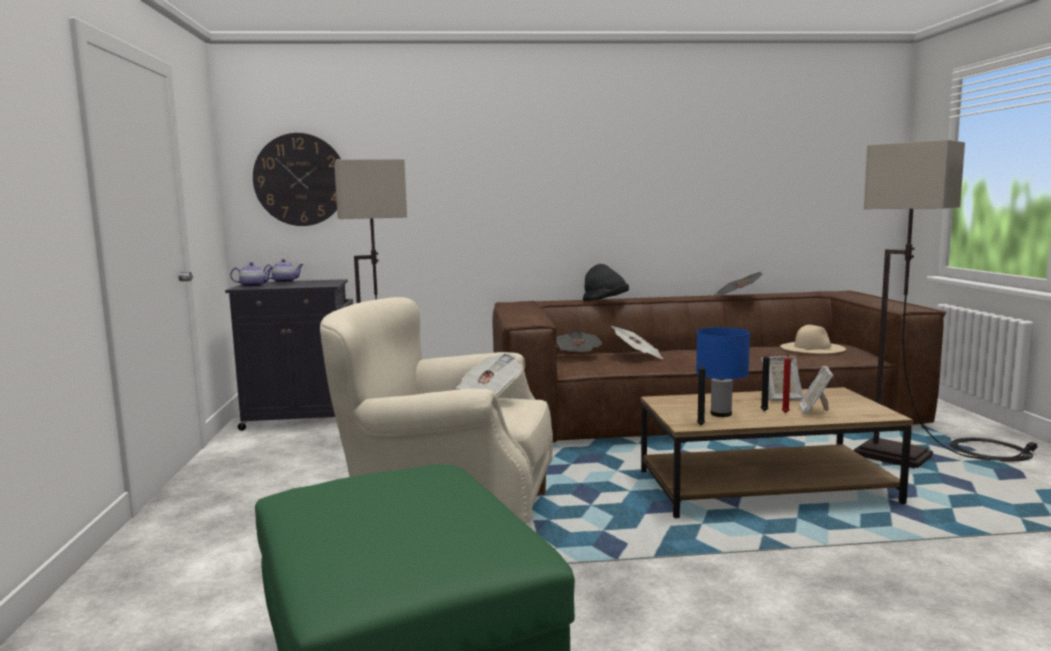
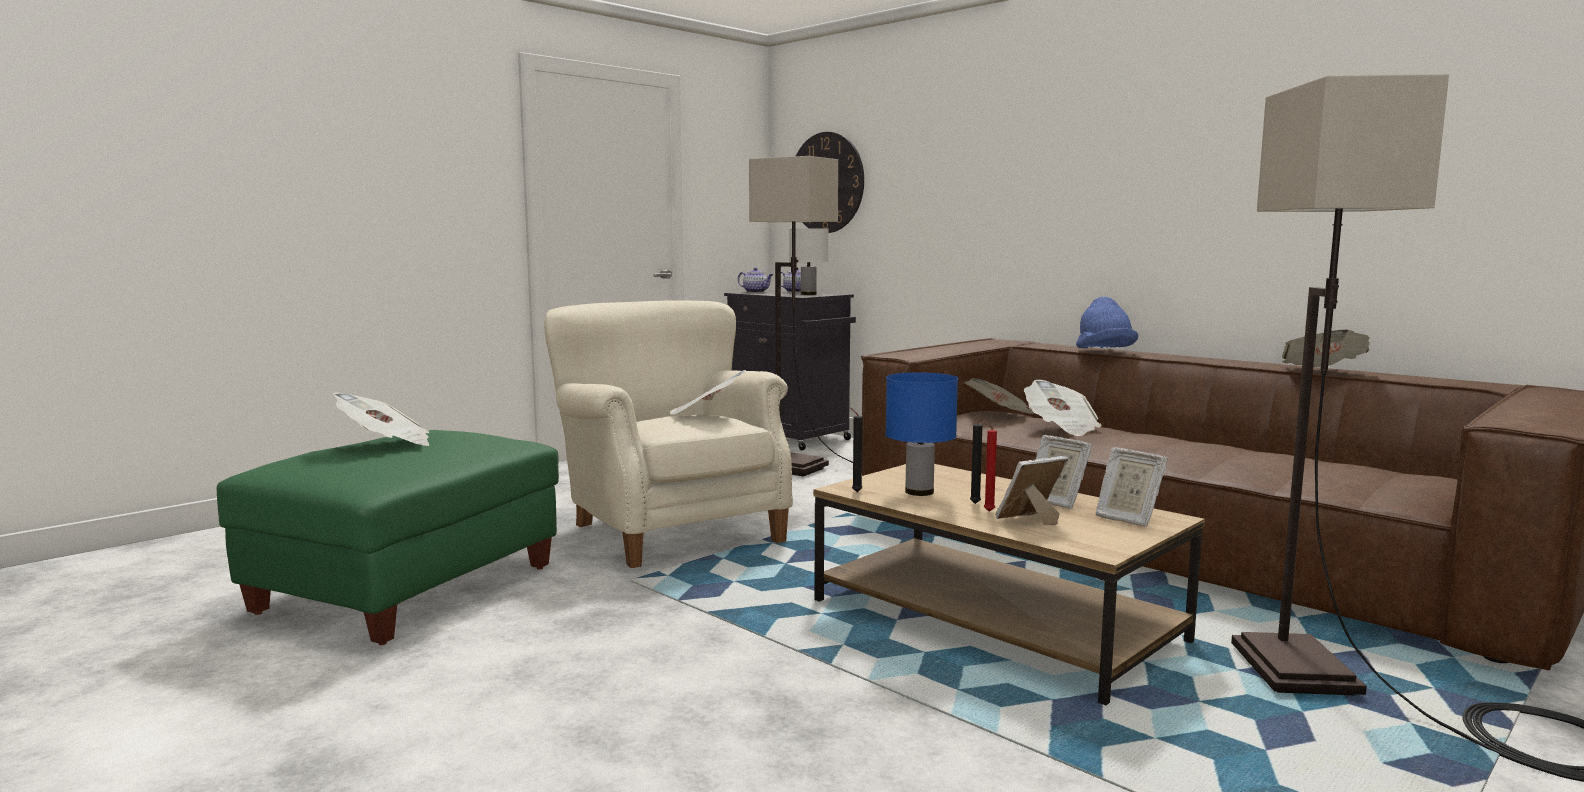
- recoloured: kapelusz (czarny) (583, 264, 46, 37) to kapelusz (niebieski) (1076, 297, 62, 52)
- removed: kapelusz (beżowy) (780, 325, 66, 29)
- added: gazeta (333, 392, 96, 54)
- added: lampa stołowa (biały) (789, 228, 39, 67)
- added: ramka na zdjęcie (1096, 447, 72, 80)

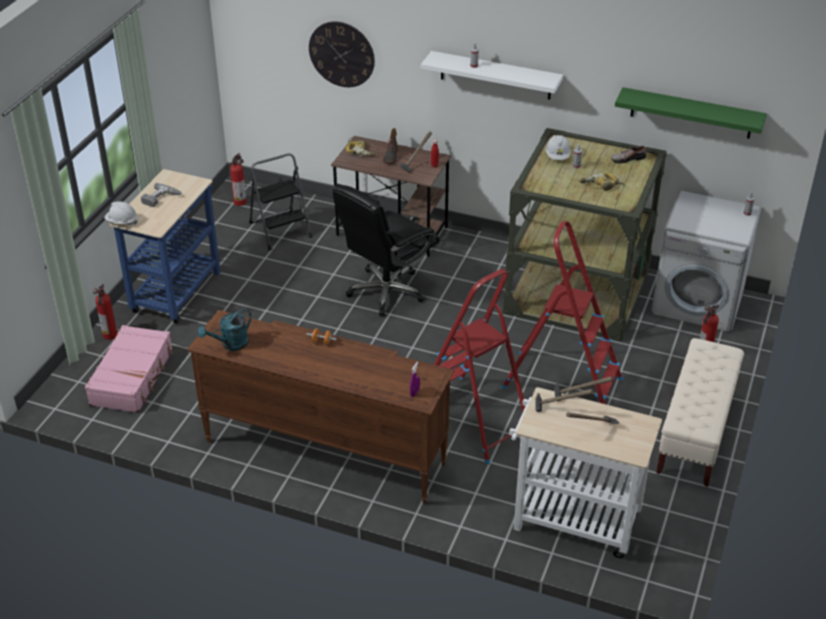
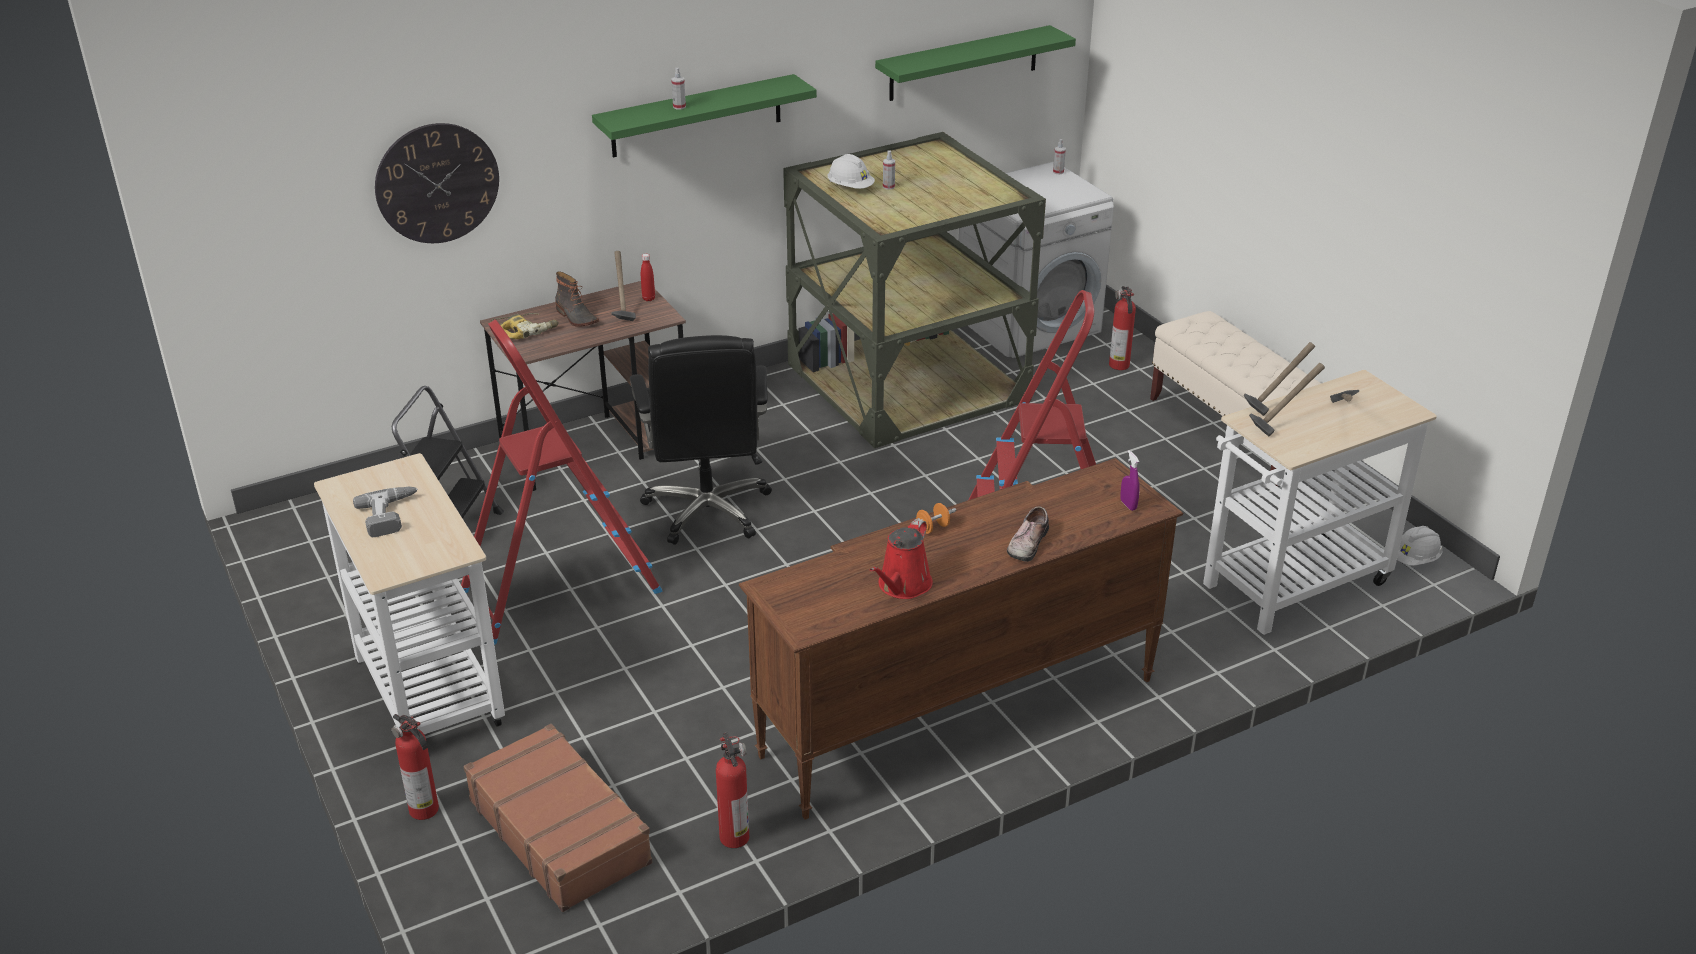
- recoloured: walizka (różowy) (85, 325, 88, 88) to walizka (brązowy) (464, 724, 188, 188)
- moved: kask (biały) (104, 201, 34, 24) to (1397, 526, 45, 40)
- recoloured: wózek (niebieski) (109, 169, 112, 155) to wózek (biały) (314, 453, 191, 281)
- removed: konewka (turkusowy) (198, 308, 53, 43)
- moved: gaśnica (230, 153, 16, 53) to (716, 732, 33, 116)
- recoloured: półka (biały) (421, 51, 142, 49) to półka (zielony) (592, 74, 225, 84)
- moved: drabinka (czerwony) (501, 221, 122, 183) to (461, 319, 202, 326)
- removed: wiertarka (579, 173, 45, 18)
- moved: but (611, 146, 35, 18) to (1007, 506, 42, 56)
- added: konewka (czerwony) (870, 519, 63, 80)

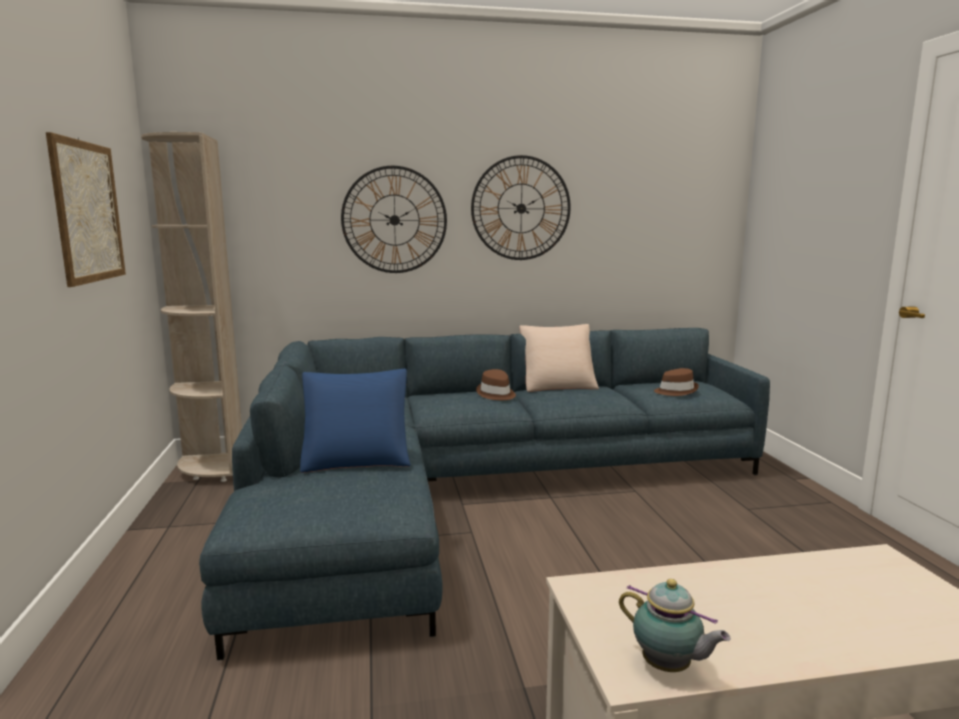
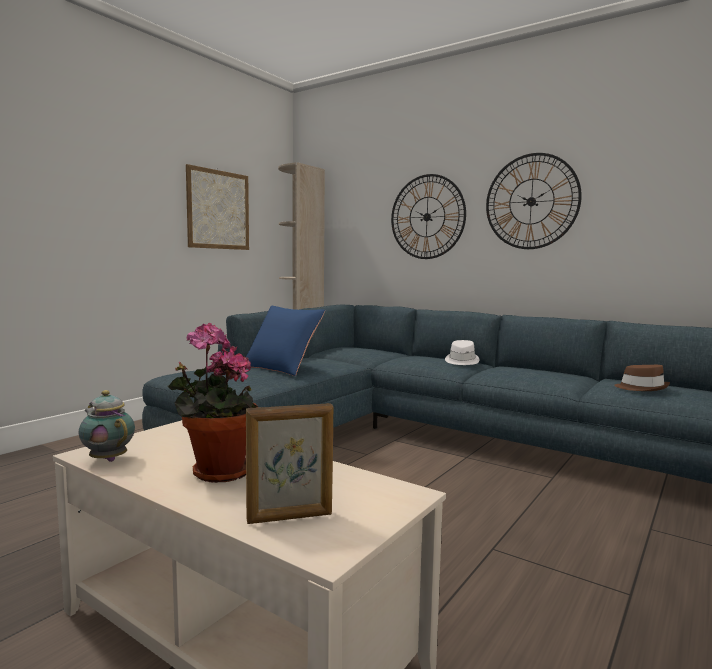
- recoloured: kapelusz (brązowy) (476, 369, 40, 31) to kapelusz (biały) (445, 340, 35, 25)
- removed: poduszka (beżowy) (519, 324, 80, 68)
- turned: imbryk (619, 579, 112, 93) = (79, 390, 56, 72) 135 degrees clockwise
- added: roślina doniczkowa (168, 323, 90, 160)
- added: ramka na zdjęcie (246, 403, 87, 121)

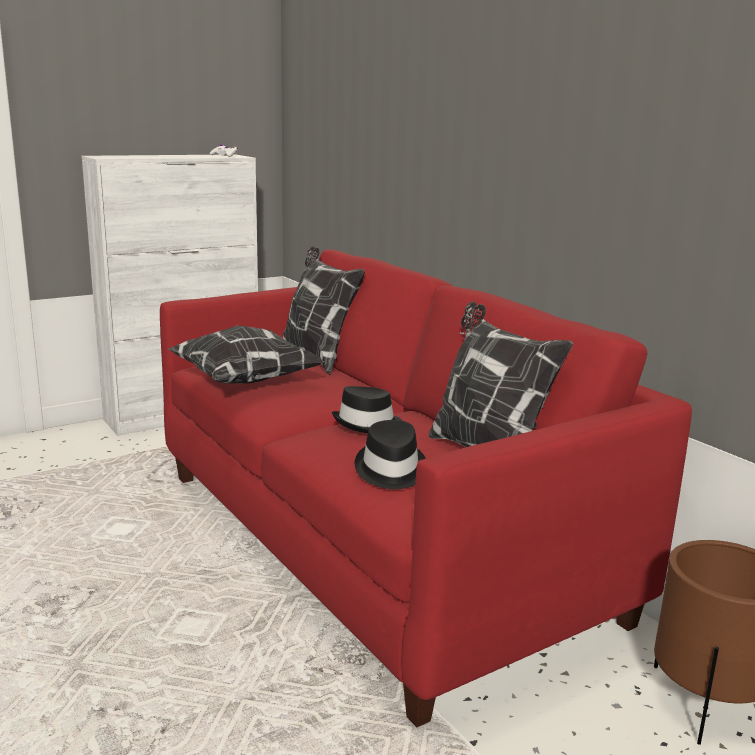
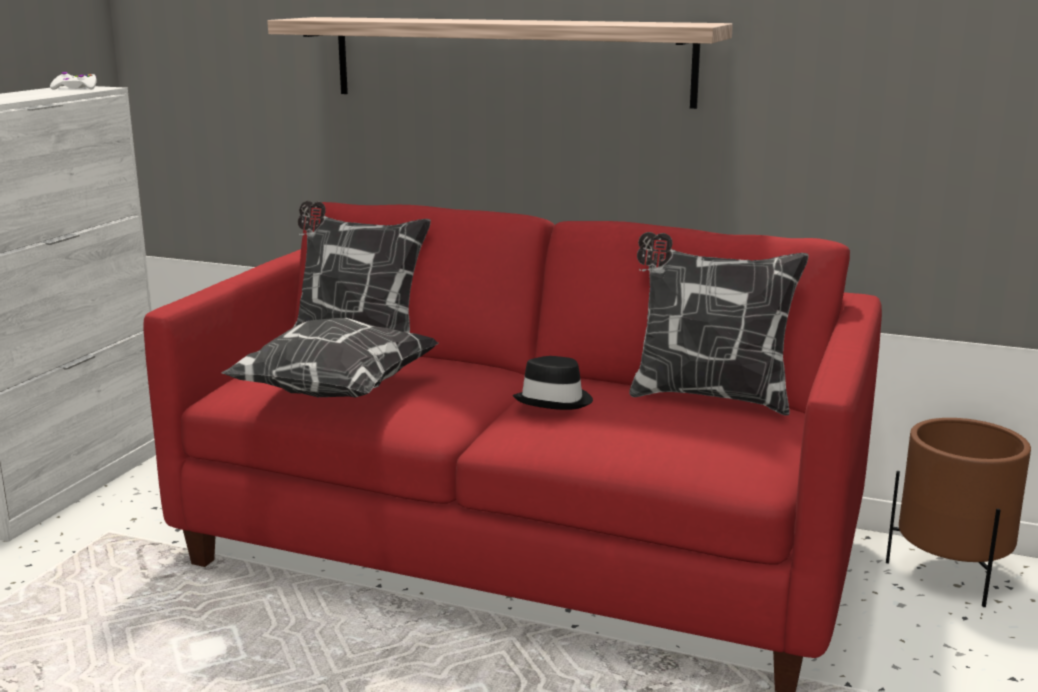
- removed: kapelusz (czarny) (355, 420, 71, 69)
- added: półka (267, 17, 466, 92)

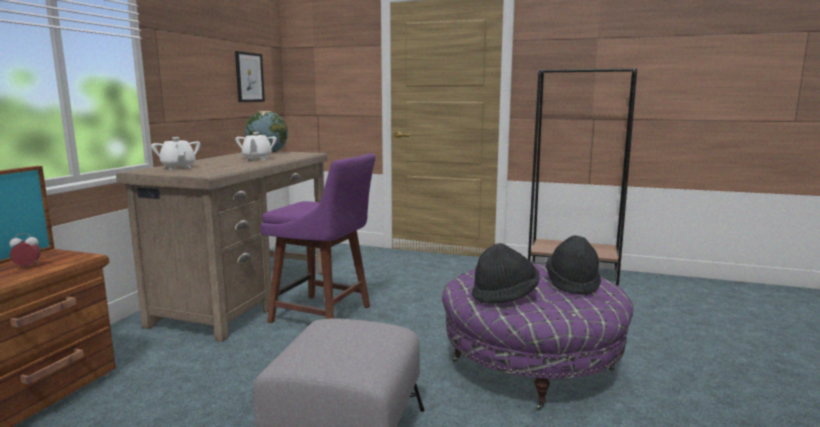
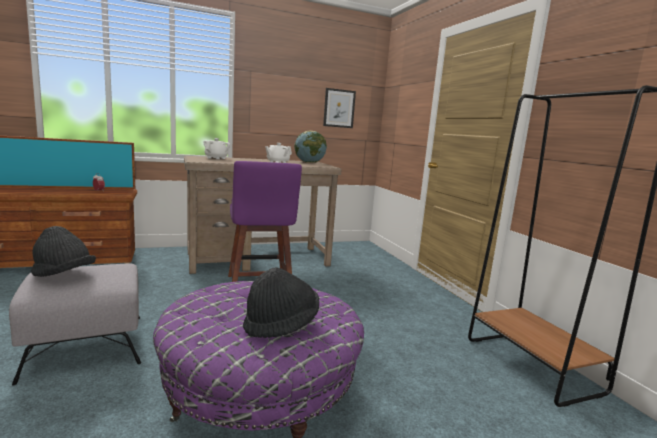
- moved: kapelusz (czarny) (472, 243, 67, 60) to (31, 226, 65, 51)

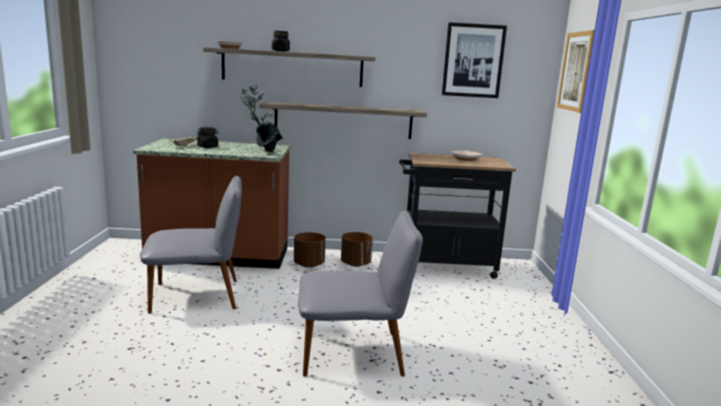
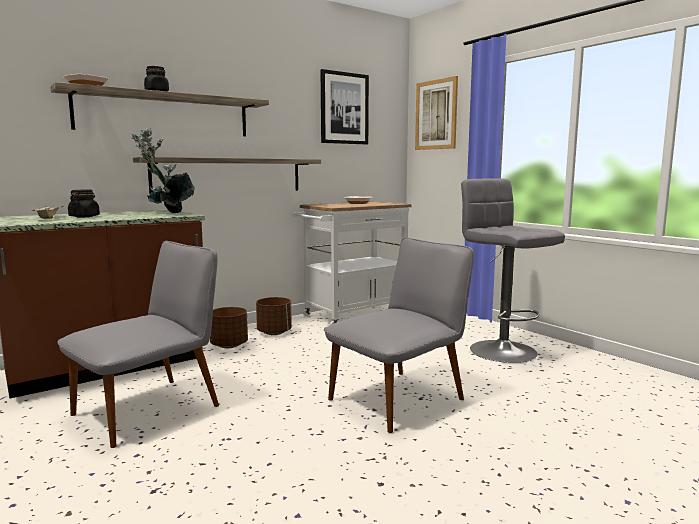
- recoloured: wózek (czarny) (399, 153, 117, 126) to wózek (biały) (293, 201, 119, 124)
- added: stołek (szary) (461, 179, 104, 184)

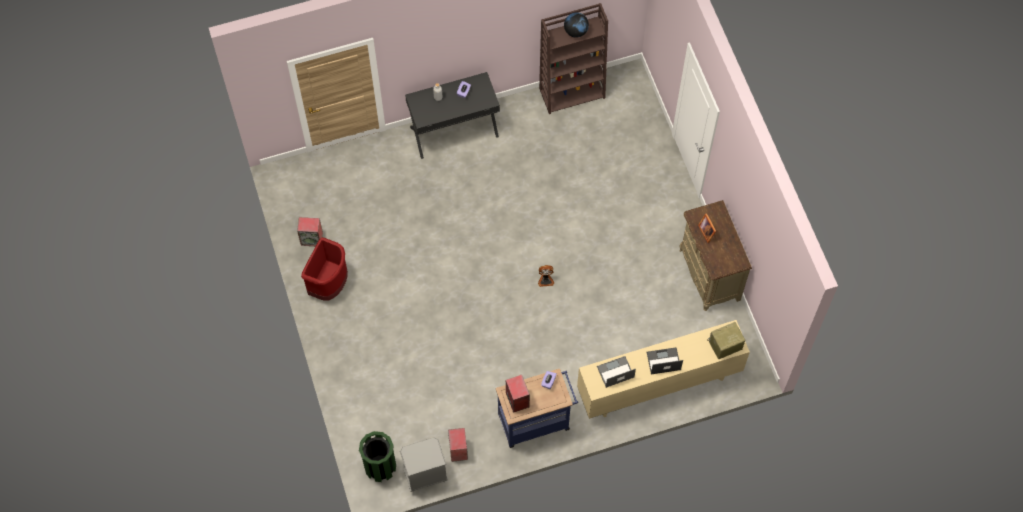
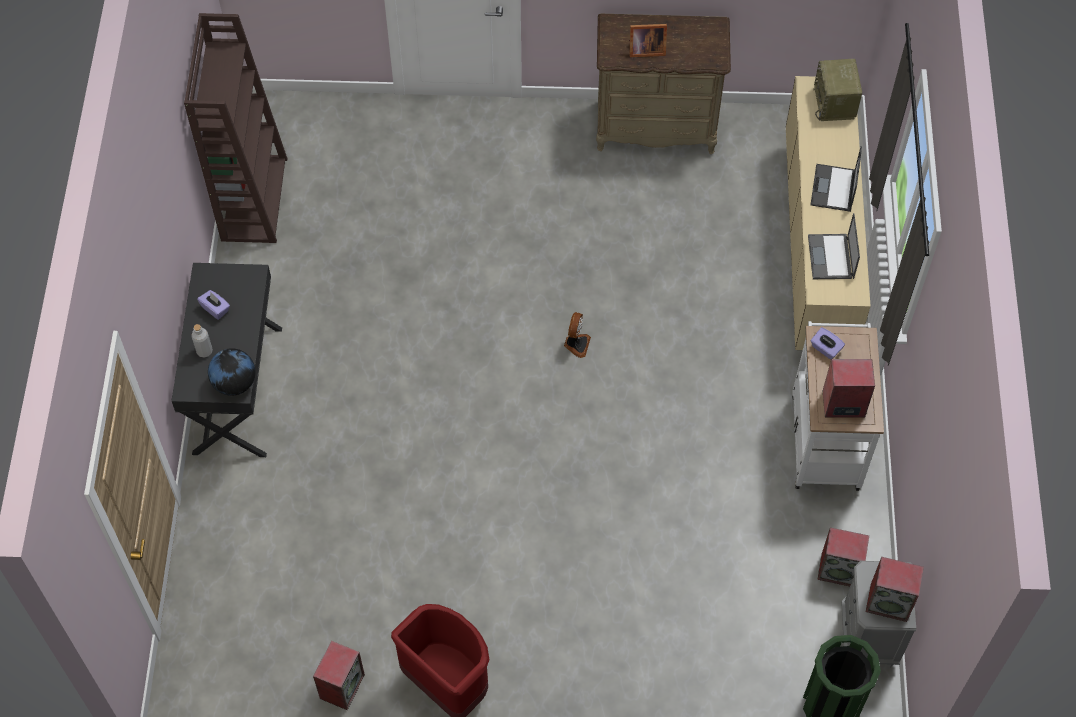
- recoloured: wózek (niebieski) (495, 369, 83, 79) to wózek (biały) (792, 321, 92, 170)
- moved: globus (564, 12, 25, 25) to (208, 348, 48, 48)
- added: głośnik (866, 557, 58, 65)

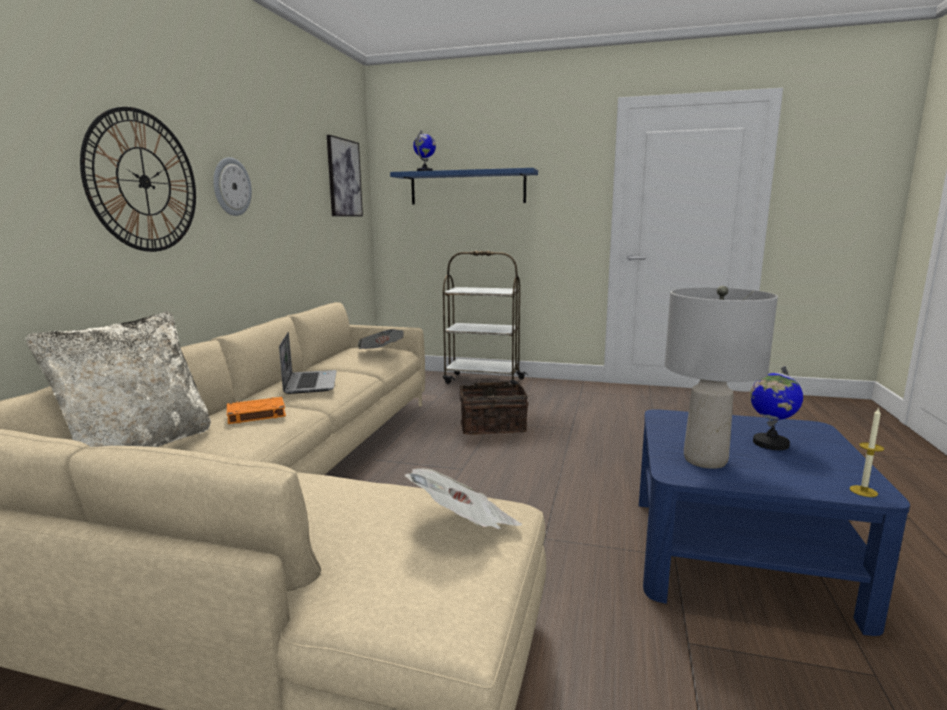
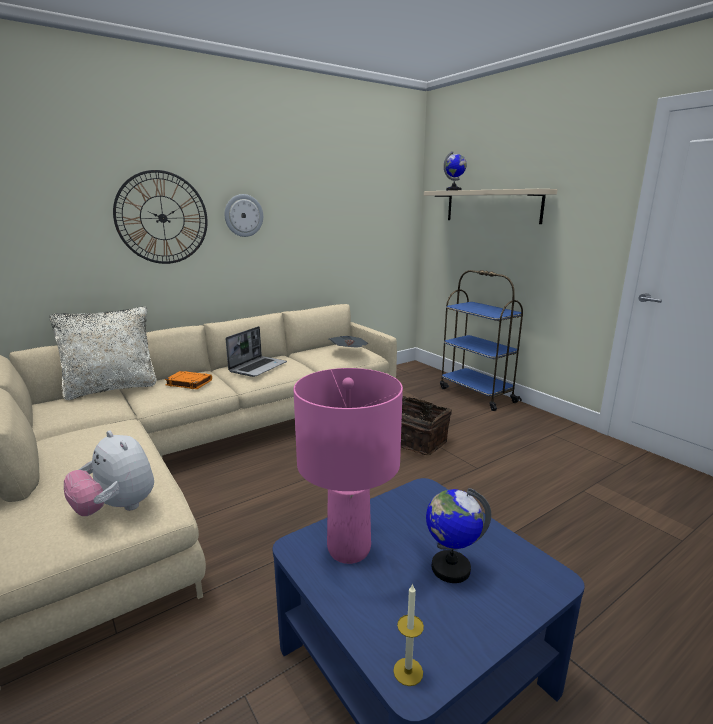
- removed: obraz (327, 135, 36, 81)
- recoloured: półka (niebieski) (390, 168, 148, 36) to półka (beżowy) (424, 189, 134, 35)
- replaced: gazeta (404, 468, 118, 61) to pluszak (64, 431, 90, 85)
- recoloured: wózek (biały) (443, 251, 85, 134) to wózek (niebieski) (440, 270, 83, 141)
- recoloured: lampa stołowa (szary) (665, 286, 113, 183) to lampa stołowa (różowy) (293, 368, 110, 196)

